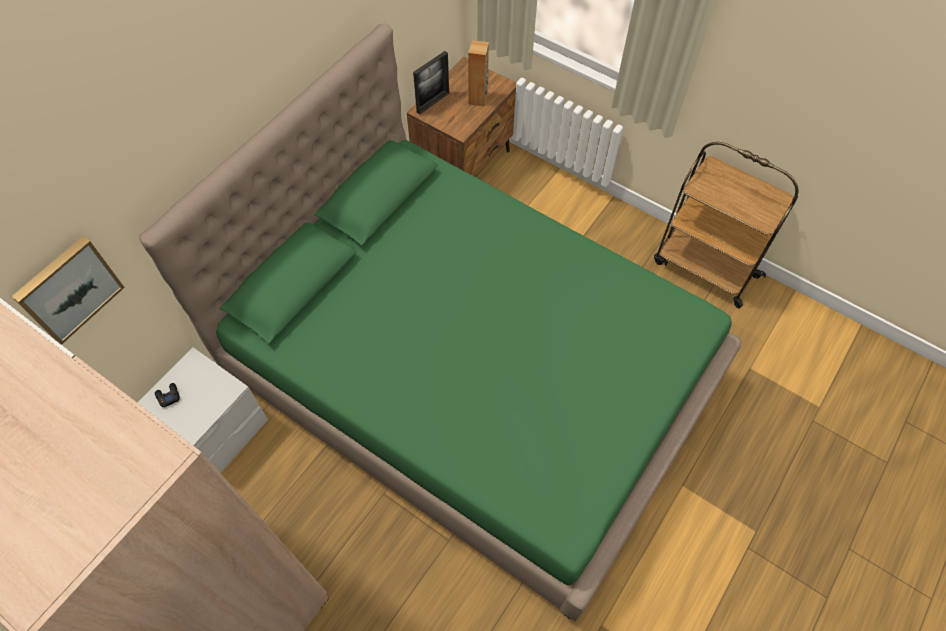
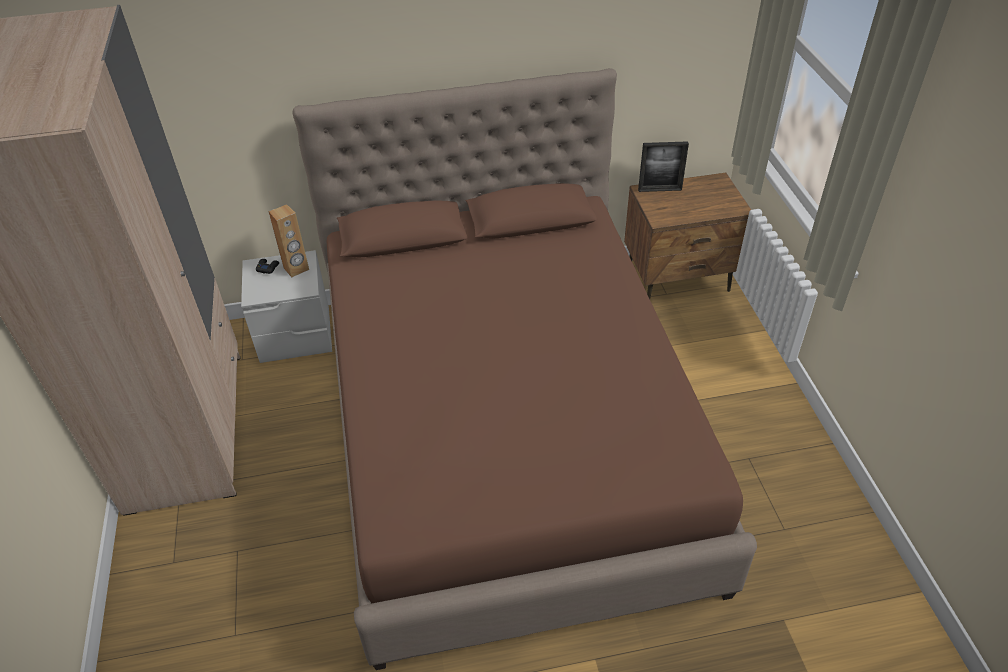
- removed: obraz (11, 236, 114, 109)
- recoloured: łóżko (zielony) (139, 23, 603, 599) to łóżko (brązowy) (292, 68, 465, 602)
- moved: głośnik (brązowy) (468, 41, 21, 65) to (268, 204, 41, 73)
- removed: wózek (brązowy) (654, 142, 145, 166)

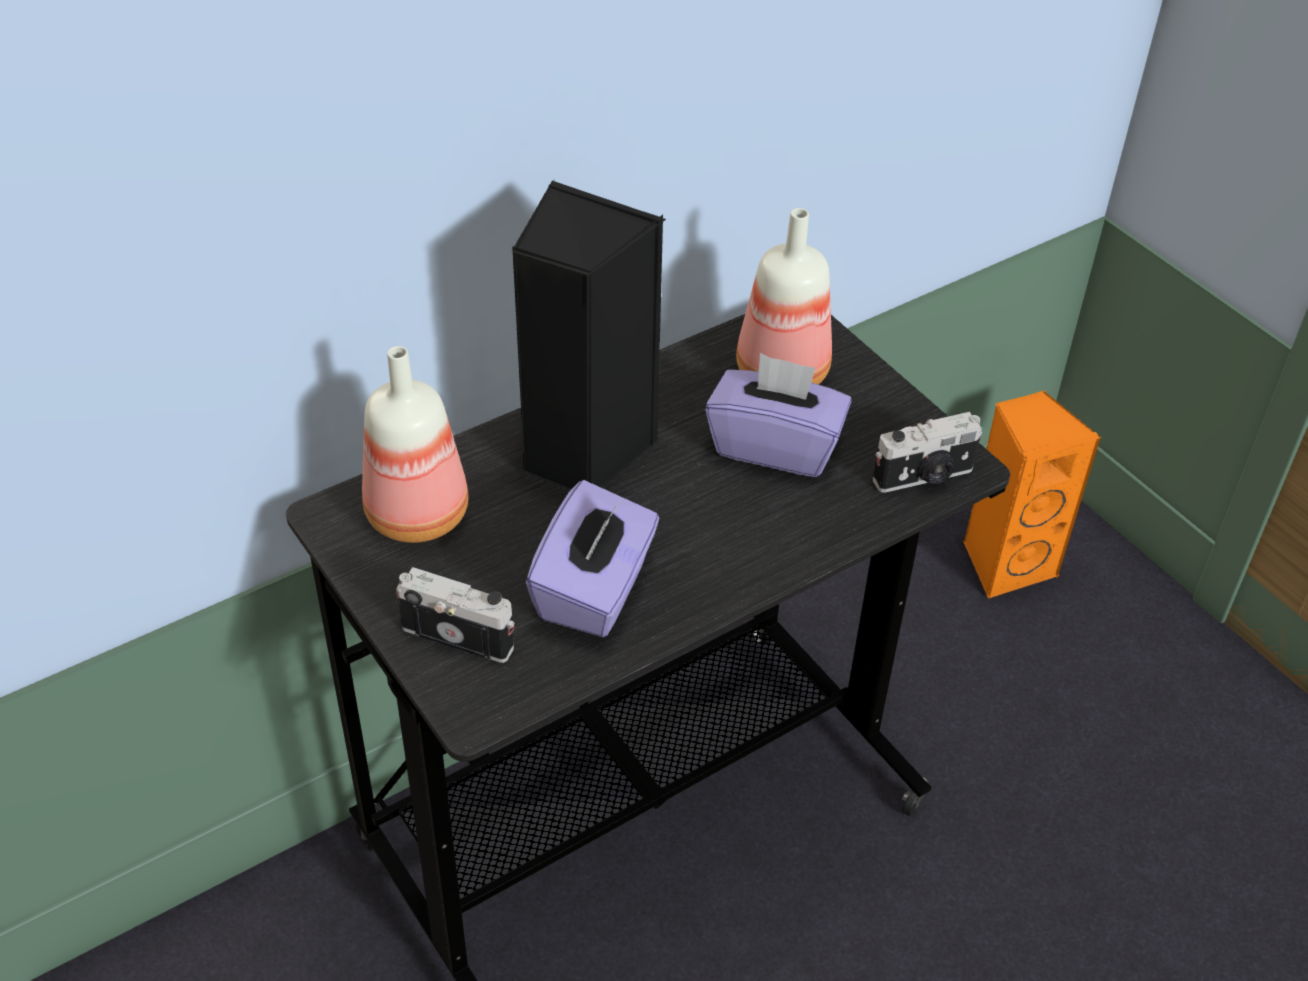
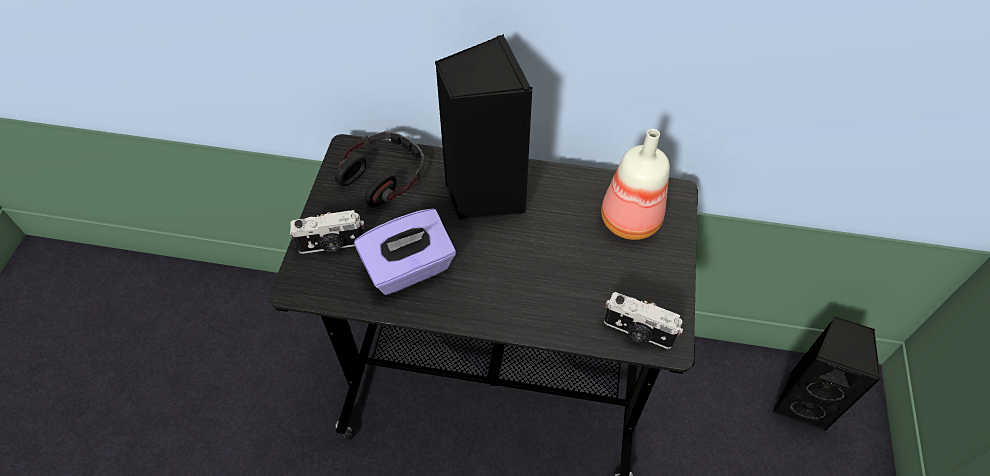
- replaced: butelka (362, 346, 107, 197) to słuchawki (335, 131, 90, 77)
- turned: aparat fotograficzny (396, 567, 119, 96) = (290, 210, 74, 44) 105 degrees clockwise
- removed: pudełko chusteczek (fioletowy) (705, 353, 146, 124)
- recoloured: głośnik (pomarańczowy) (963, 390, 138, 208) to głośnik (czarny) (772, 316, 109, 116)

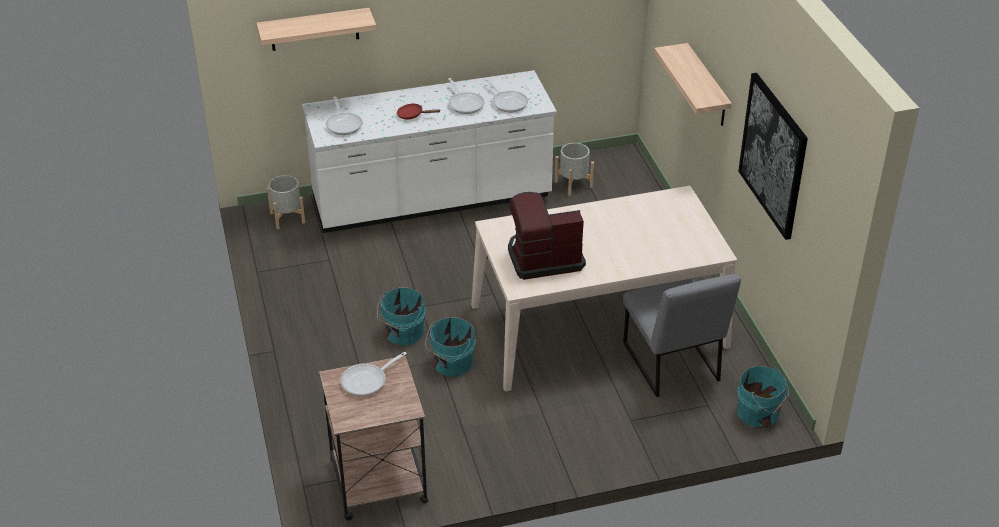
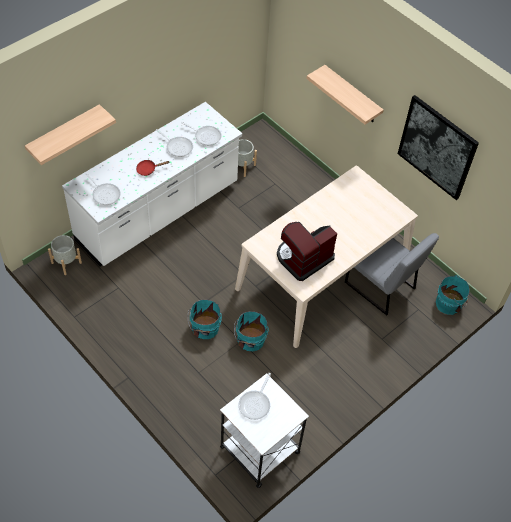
- recoloured: wózek (brązowy) (319, 356, 109, 165) to wózek (biały) (220, 373, 89, 115)

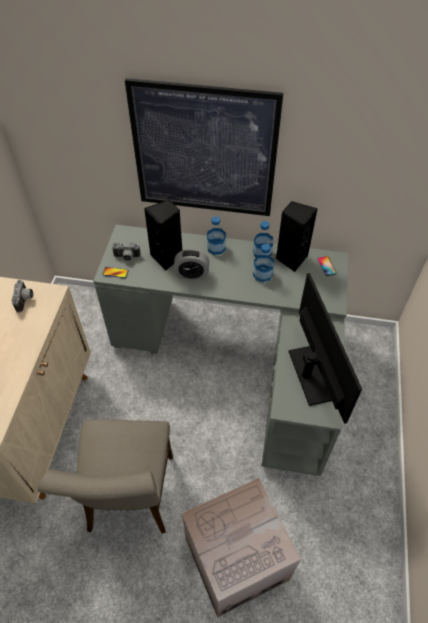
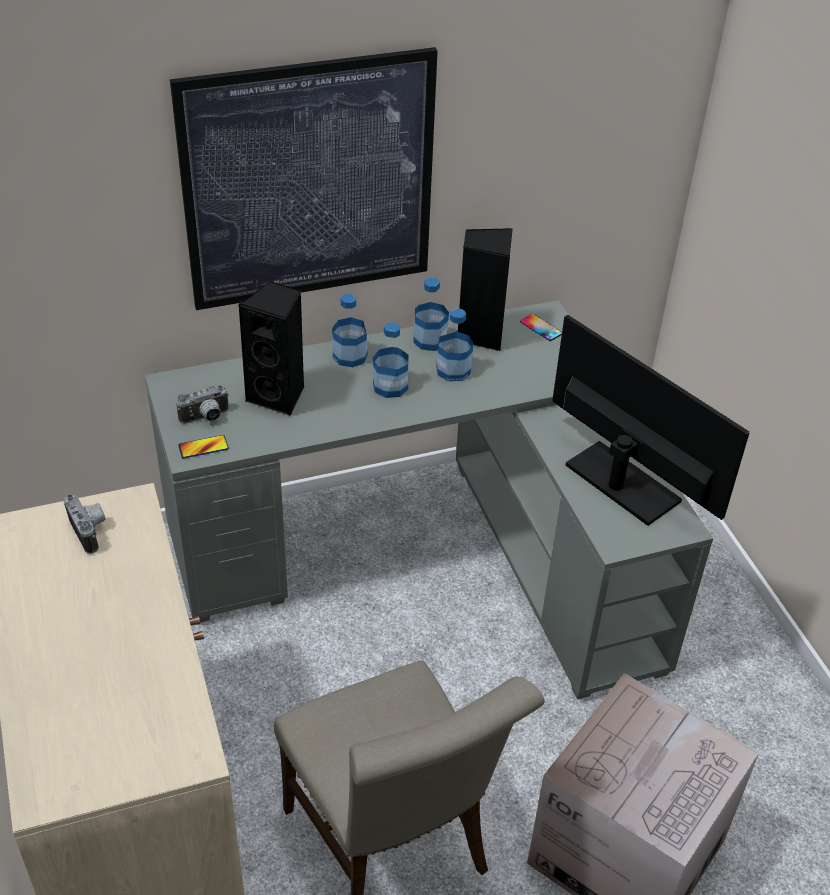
- removed: budzik (173, 249, 36, 30)
- added: butelka (373, 322, 36, 76)

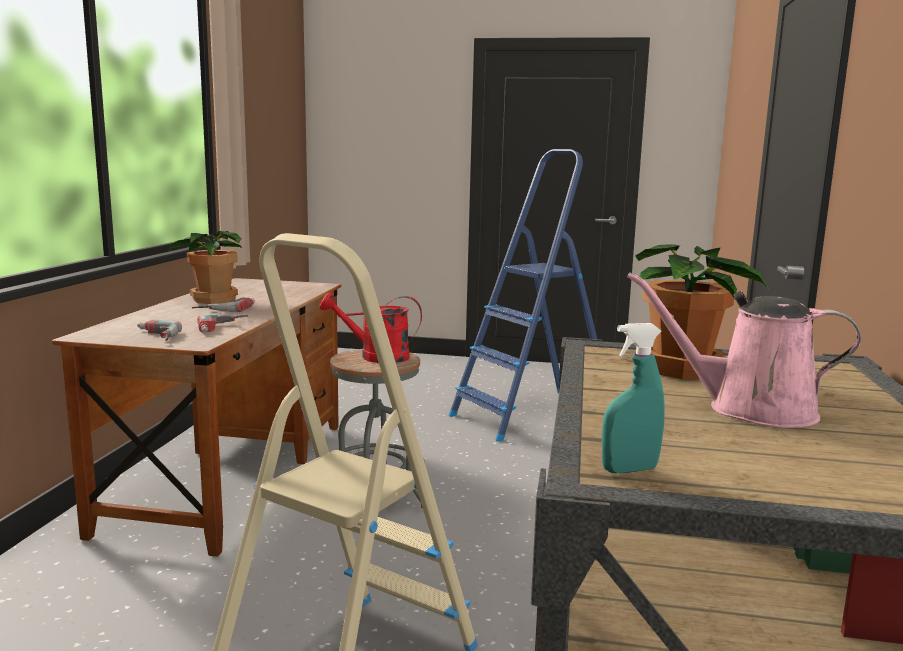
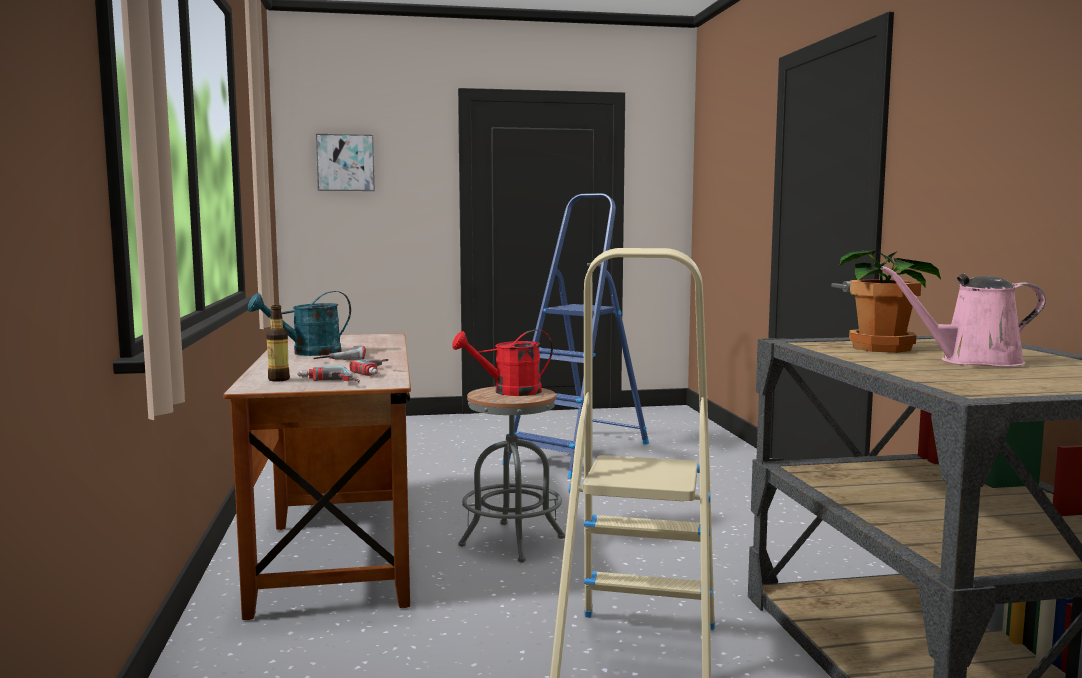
- replaced: roślina doniczkowa (169, 231, 74, 73) to konewka (turkusowy) (248, 291, 103, 65)
- removed: spryskiwacz (turkusowy) (602, 323, 63, 150)
- added: butelka (266, 305, 24, 77)
- added: obraz (316, 134, 59, 57)

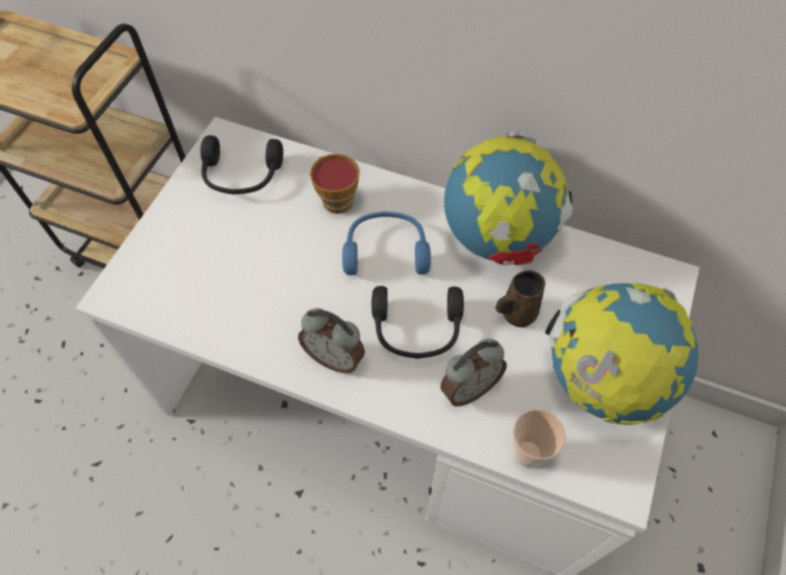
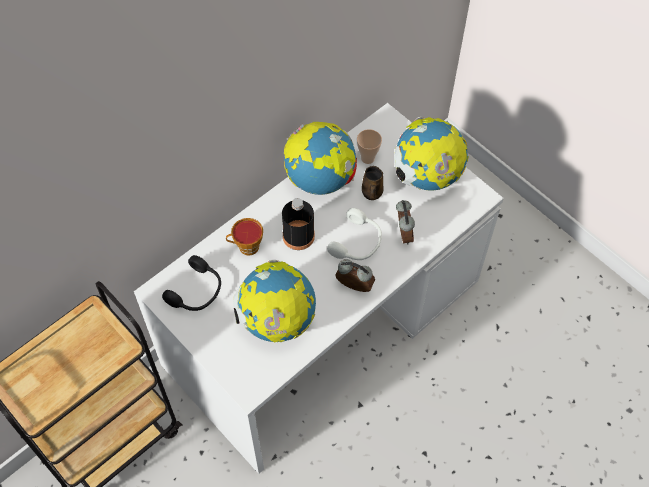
- turned: budzik (298, 308, 67, 65) = (335, 259, 40, 33) 120 degrees counterclockwise
- replaced: słuchawki (niebieski) (342, 211, 89, 64) to butelka (czarny) (282, 198, 33, 52)
- recoloured: słuchawki (czarny) (371, 286, 93, 73) to słuchawki (biały) (327, 208, 55, 52)
- moved: filiżanka (512, 409, 54, 59) to (357, 129, 25, 35)
- added: globus (233, 260, 83, 83)

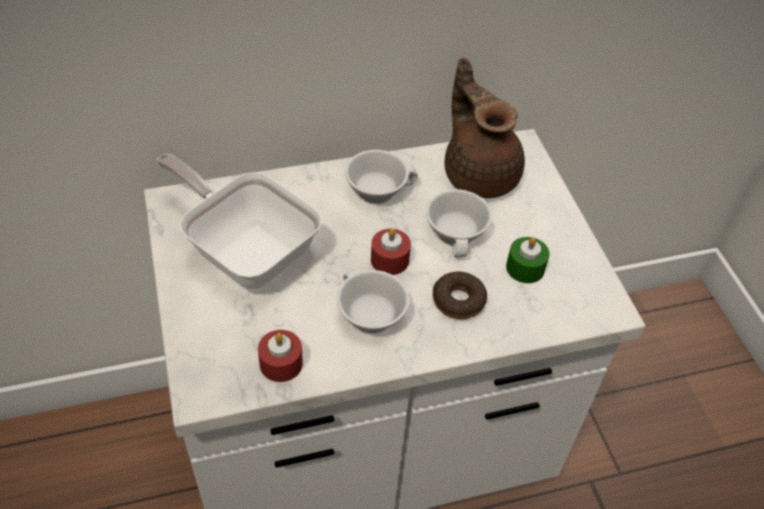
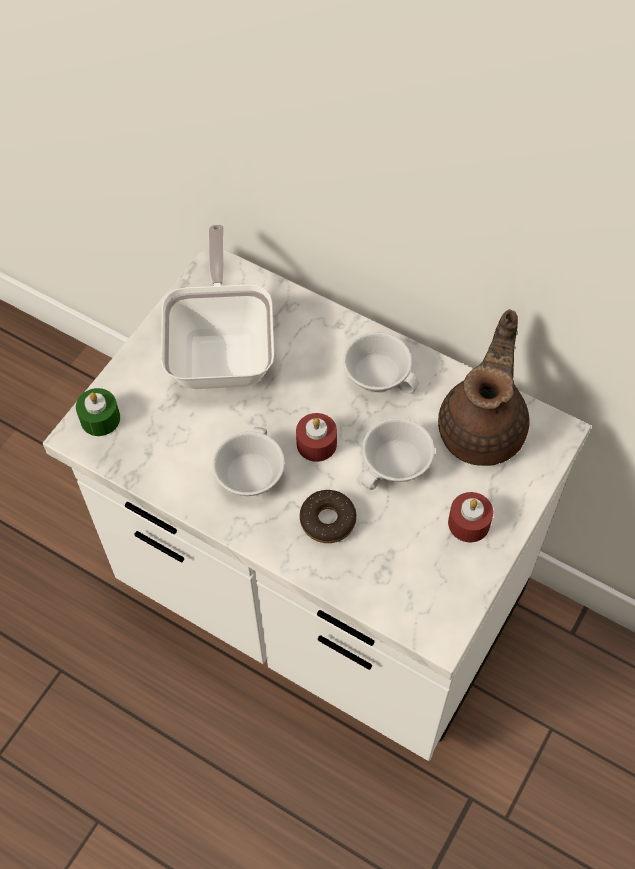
- moved: świeca (czerwony) (258, 330, 45, 52) to (448, 492, 45, 50)
- moved: świeca (zielony) (506, 237, 44, 46) to (76, 388, 44, 48)

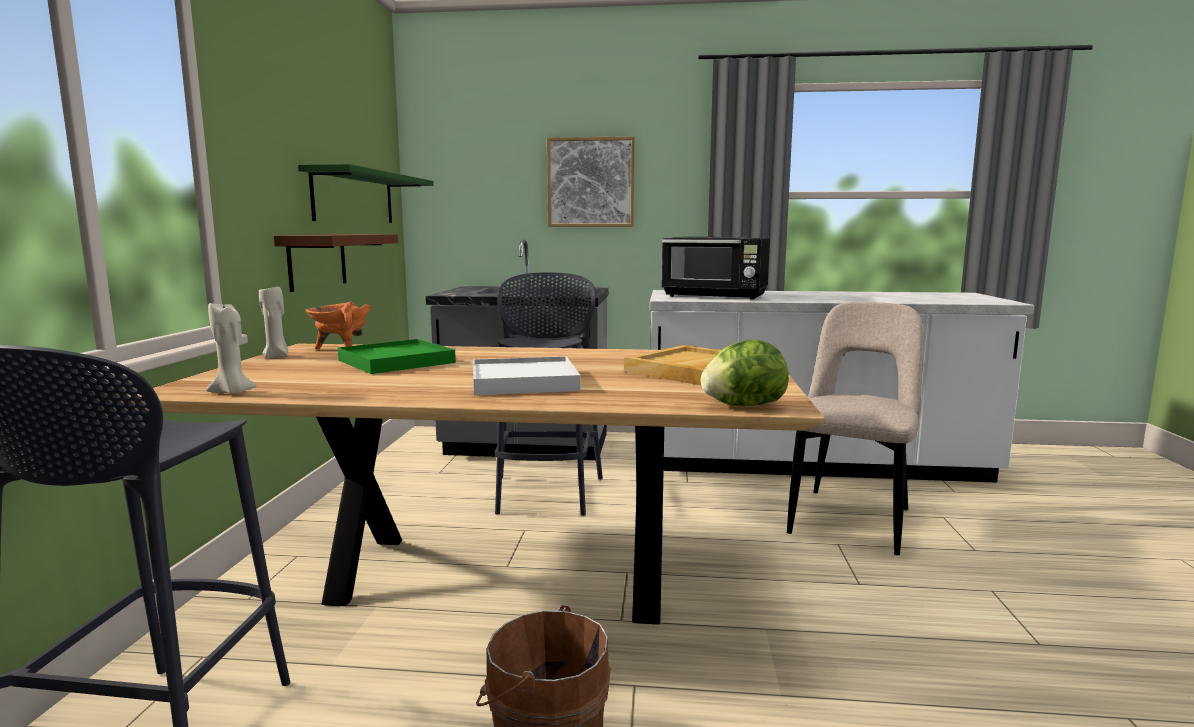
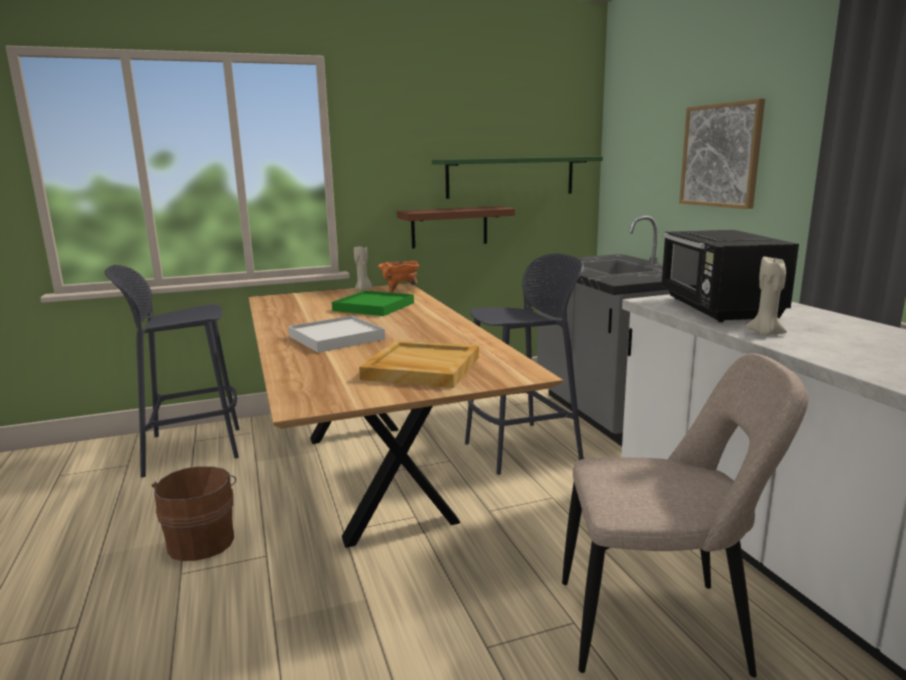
- moved: świeca (beżowy) (207, 300, 50, 94) to (746, 257, 41, 78)
- removed: sałata (701, 340, 88, 66)

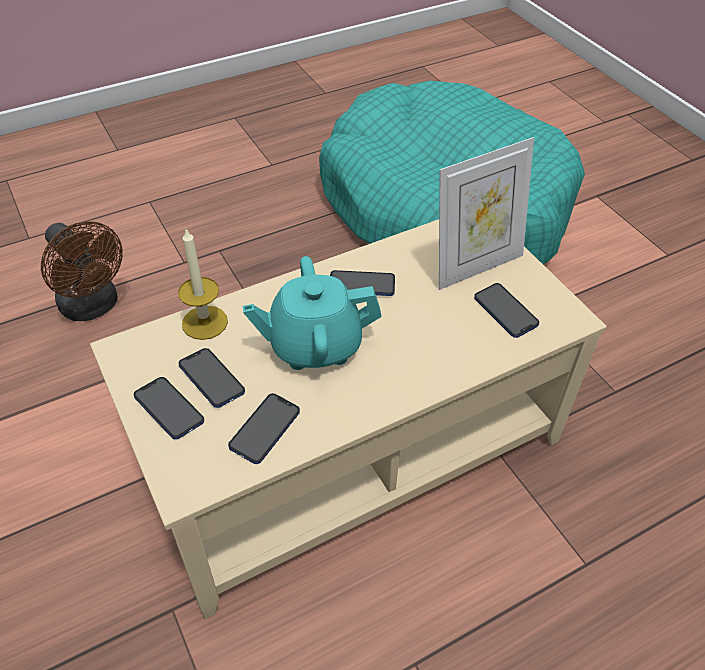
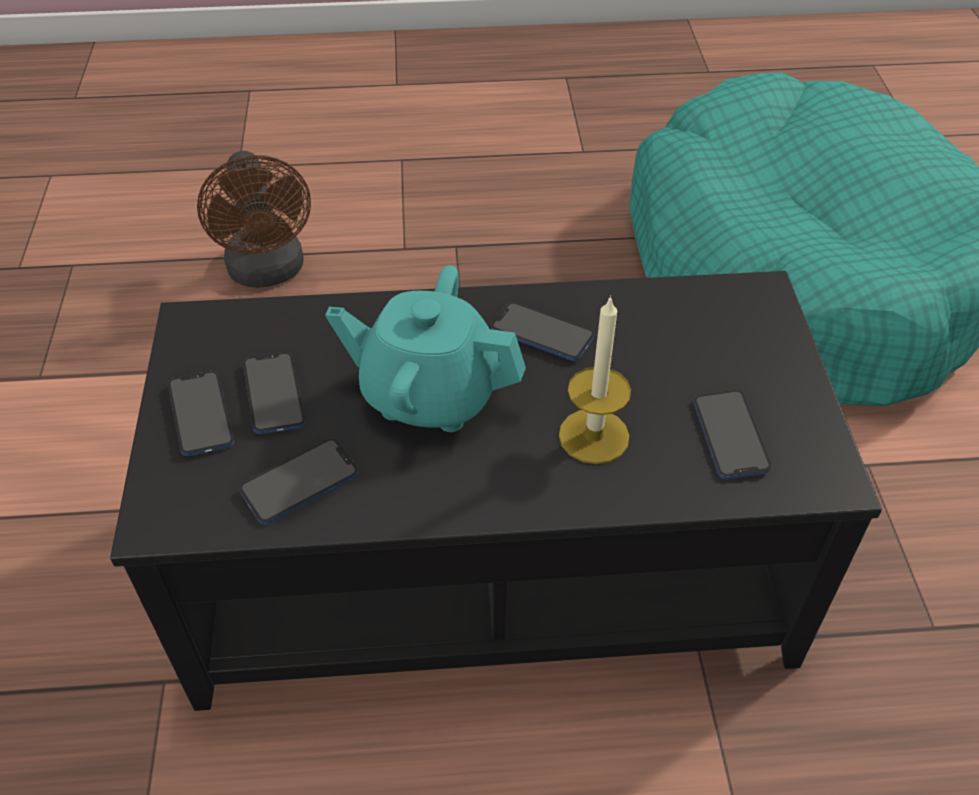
- recoloured: ława (beżowy) (90, 219, 517, 400) to ława (czarny) (110, 271, 772, 440)
- moved: świeca (178, 229, 50, 111) to (559, 295, 72, 169)
- removed: ramka na zdjęcie (439, 137, 95, 153)

